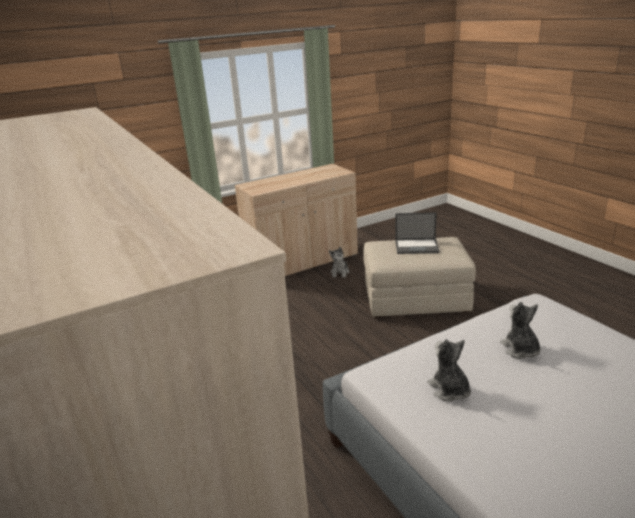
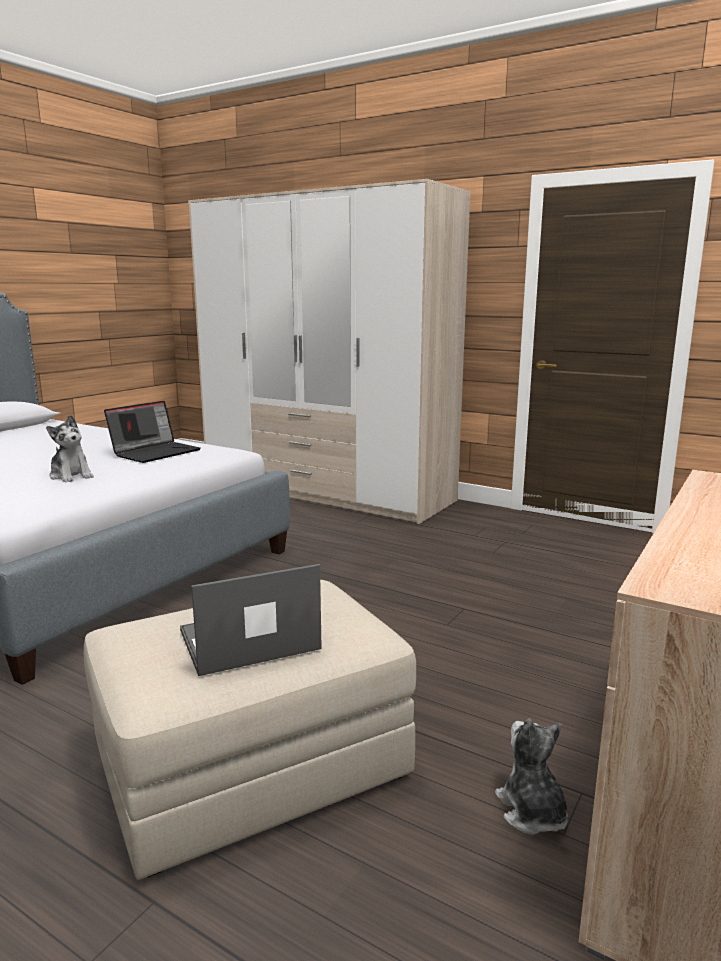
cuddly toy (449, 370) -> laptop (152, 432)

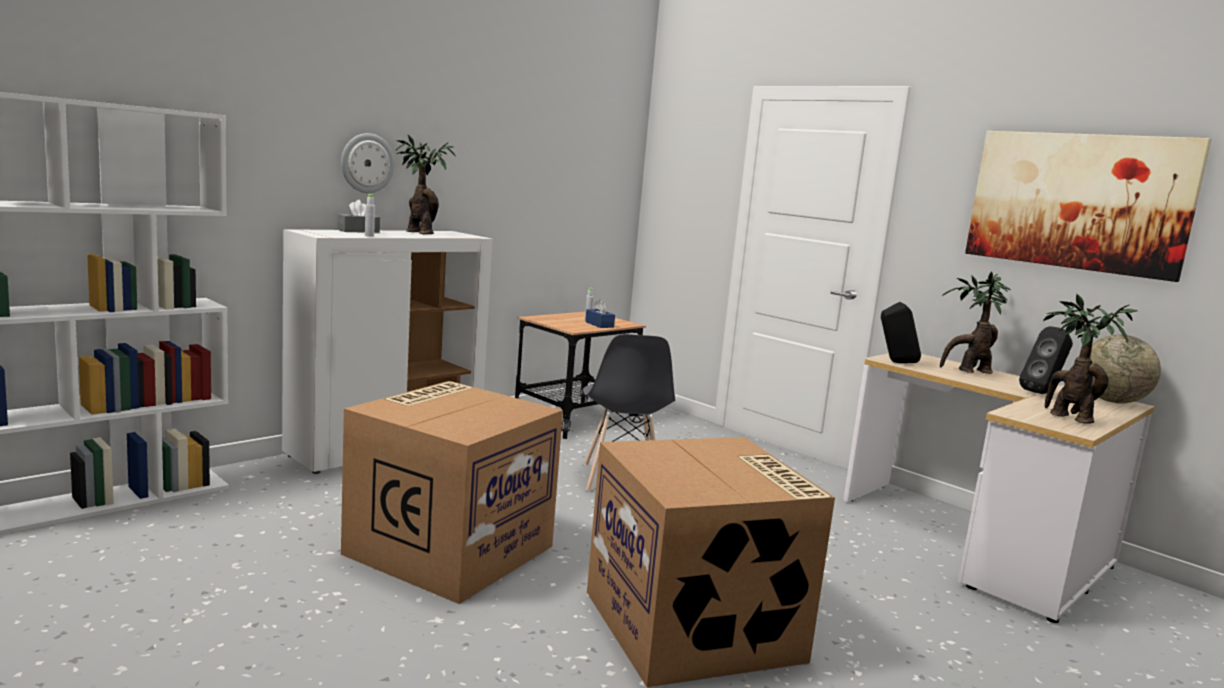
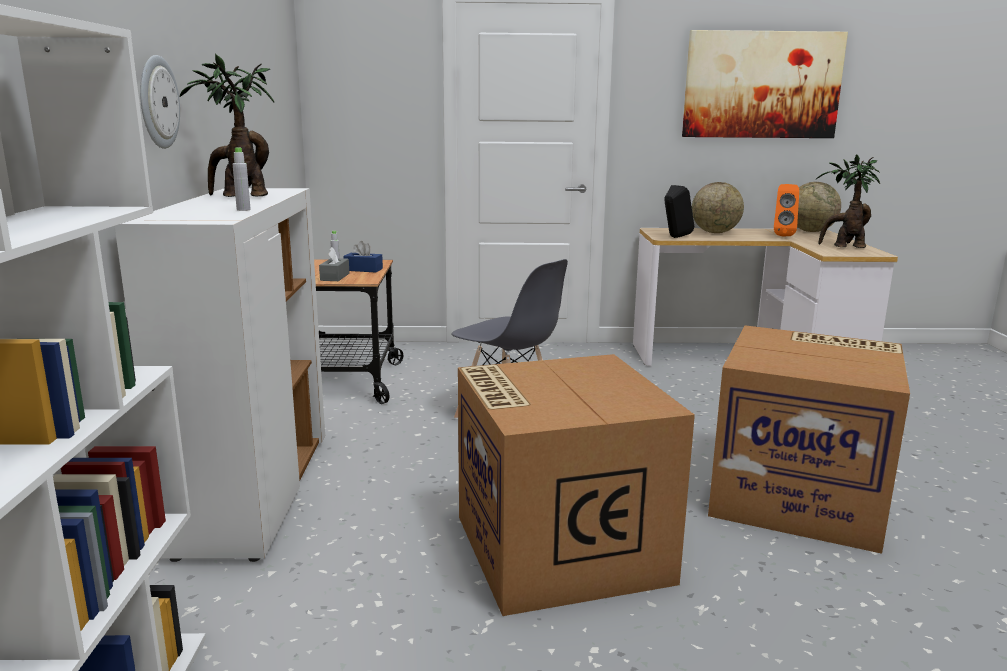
greyish tissue box (358, 216) -> greyish tissue box (334, 264), move
houseplant (975, 322) -> desk globe (718, 207)
blackish loudspeaker (1046, 360) -> orangey loudspeaker (786, 210)

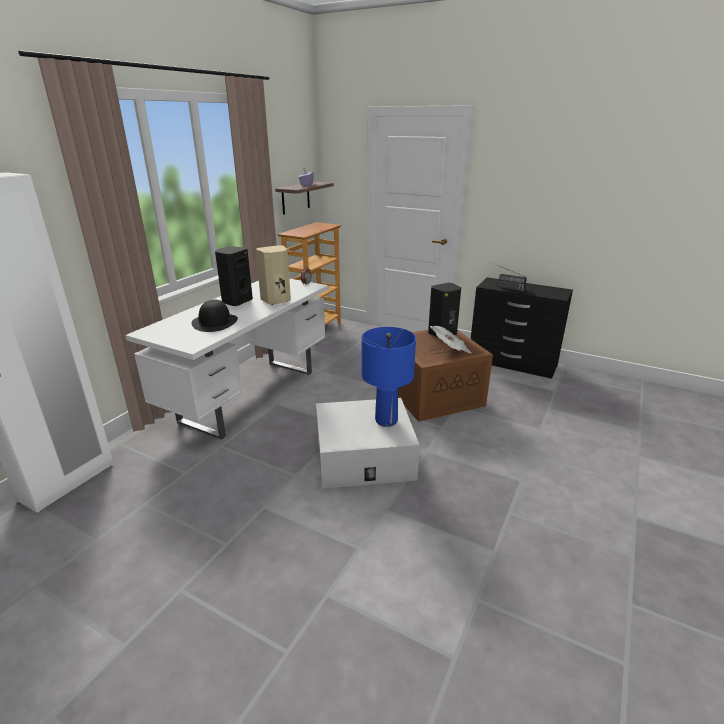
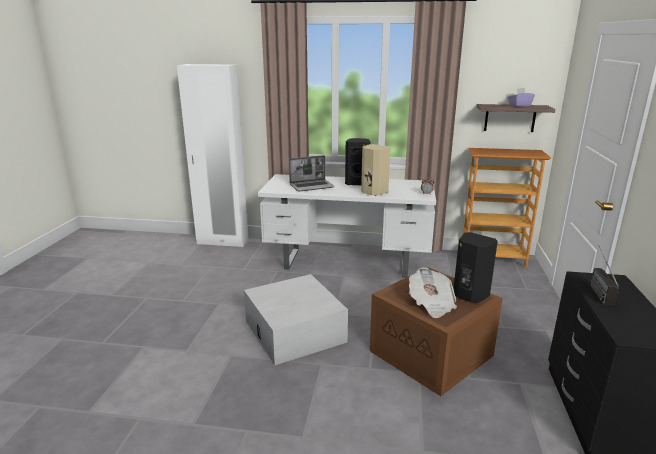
blackish wearable hat (215, 315) -> laptop (312, 173)
blue-coloured table lamp (389, 377) -> none

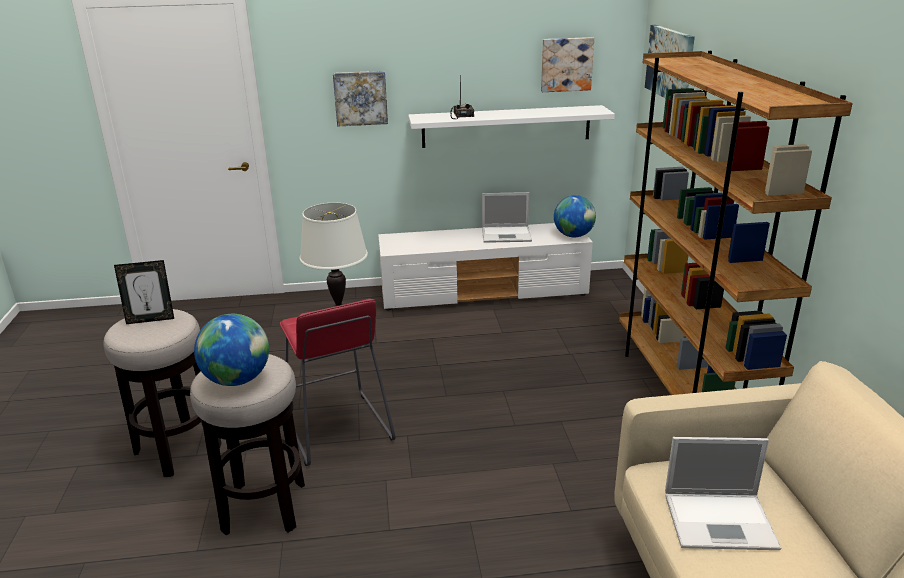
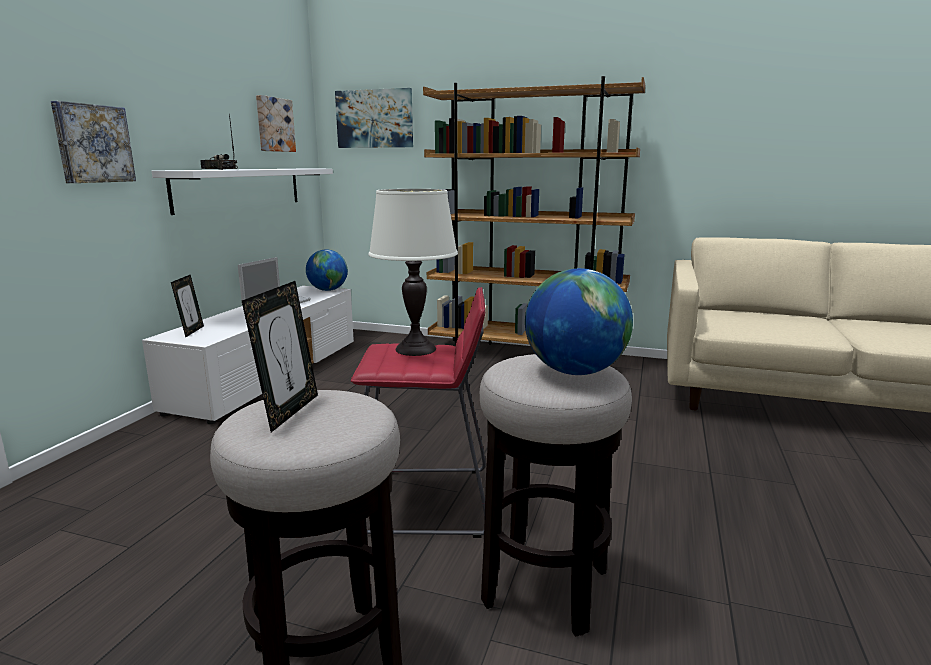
laptop (723, 493) -> none
none -> picture frame (187, 305)

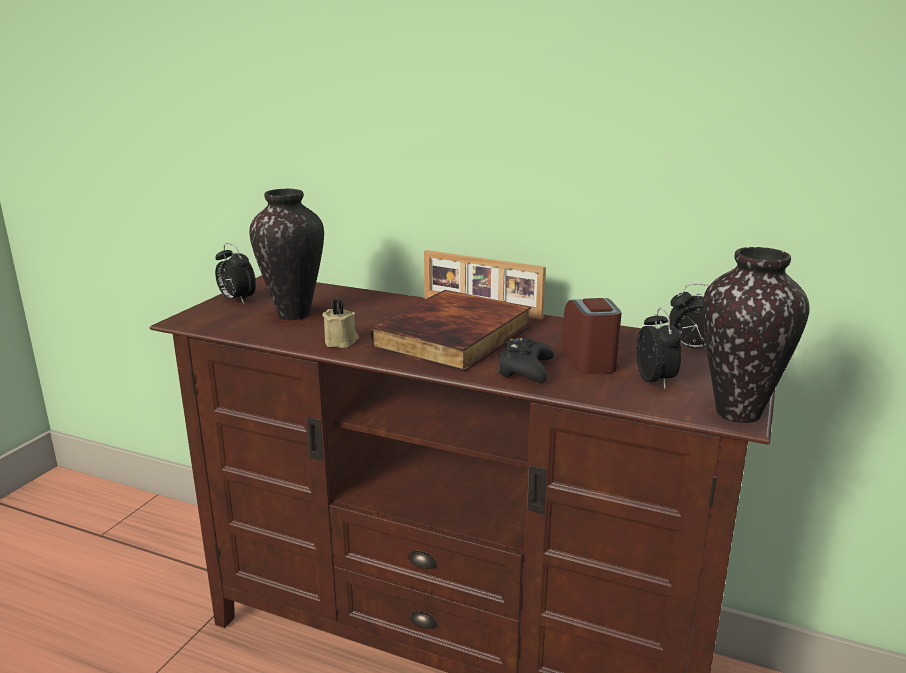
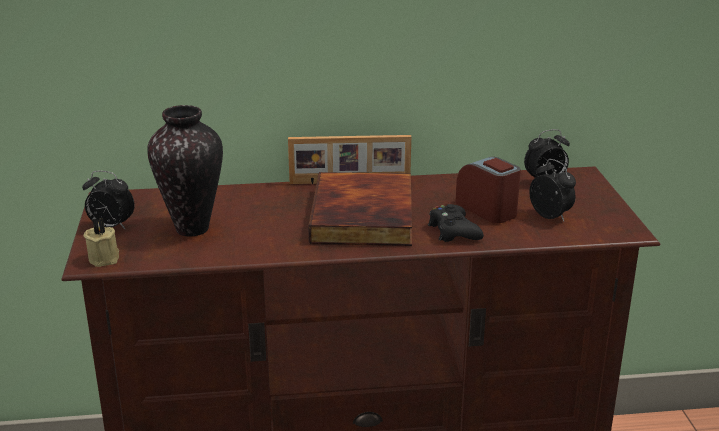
sand-coloured candle (340, 323) -> sand-coloured candle (101, 242), move
decorative vase (755, 335) -> none

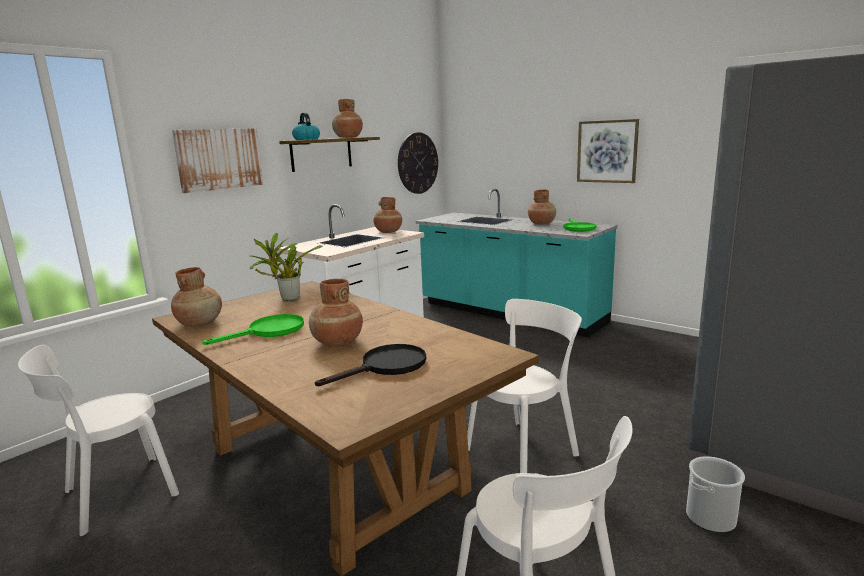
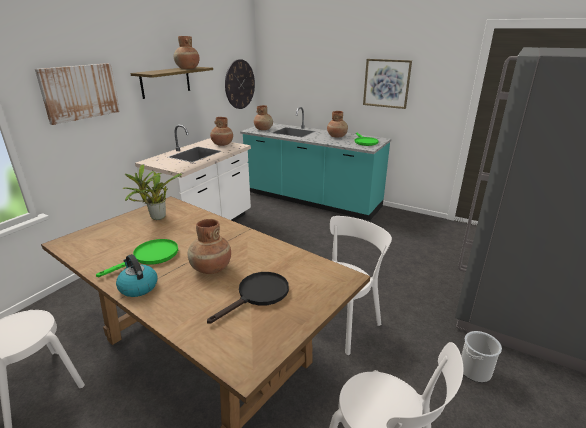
brown-coloured decorative vase (196, 296) -> brown-coloured decorative vase (263, 117), move
water kettle (306, 126) -> water kettle (136, 275), move

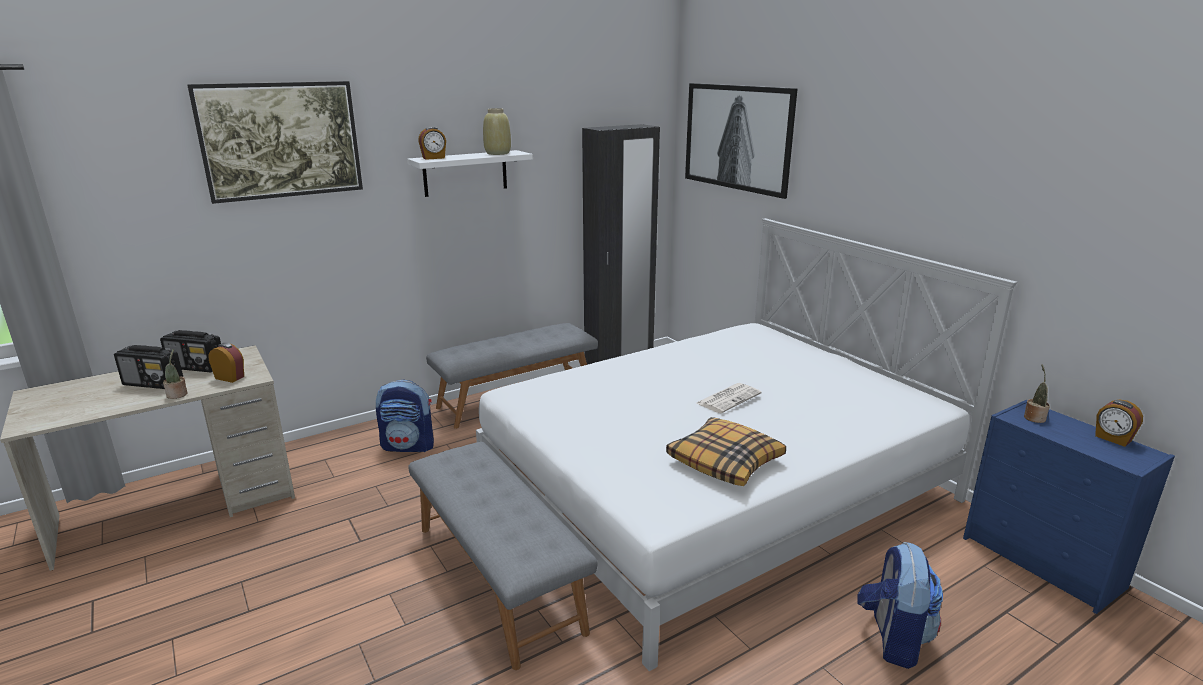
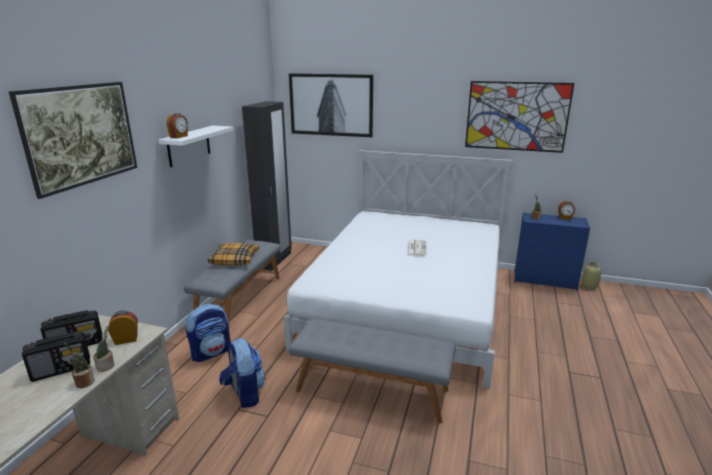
sand-coloured decorative vase (497, 131) -> sand-coloured decorative vase (591, 276), move
cushion (726, 451) -> cushion (233, 254), move
knapsack (900, 605) -> knapsack (242, 373), move
none -> houseplant (79, 365)
none -> wall picture (519, 117)

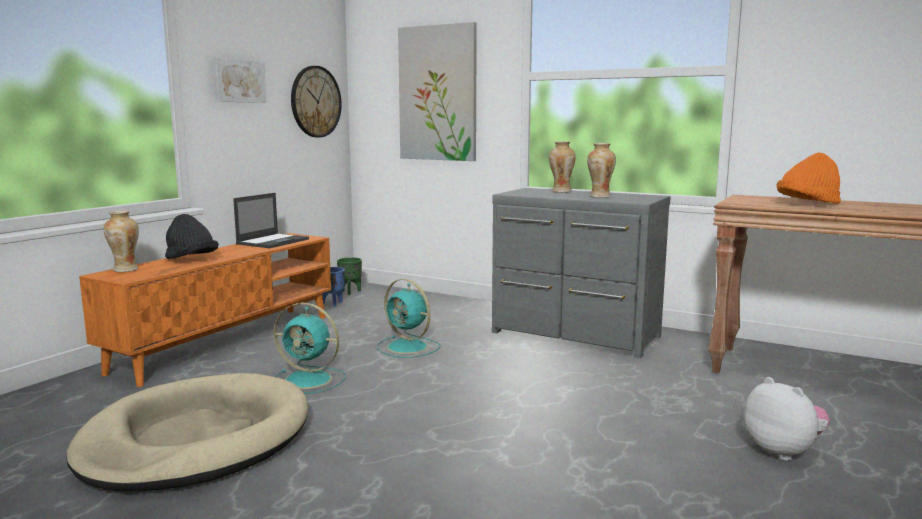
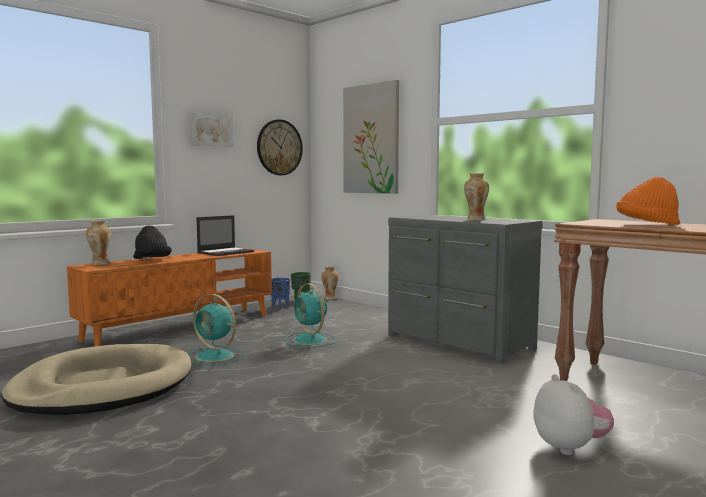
decorative vase (562, 167) -> decorative vase (329, 283), move

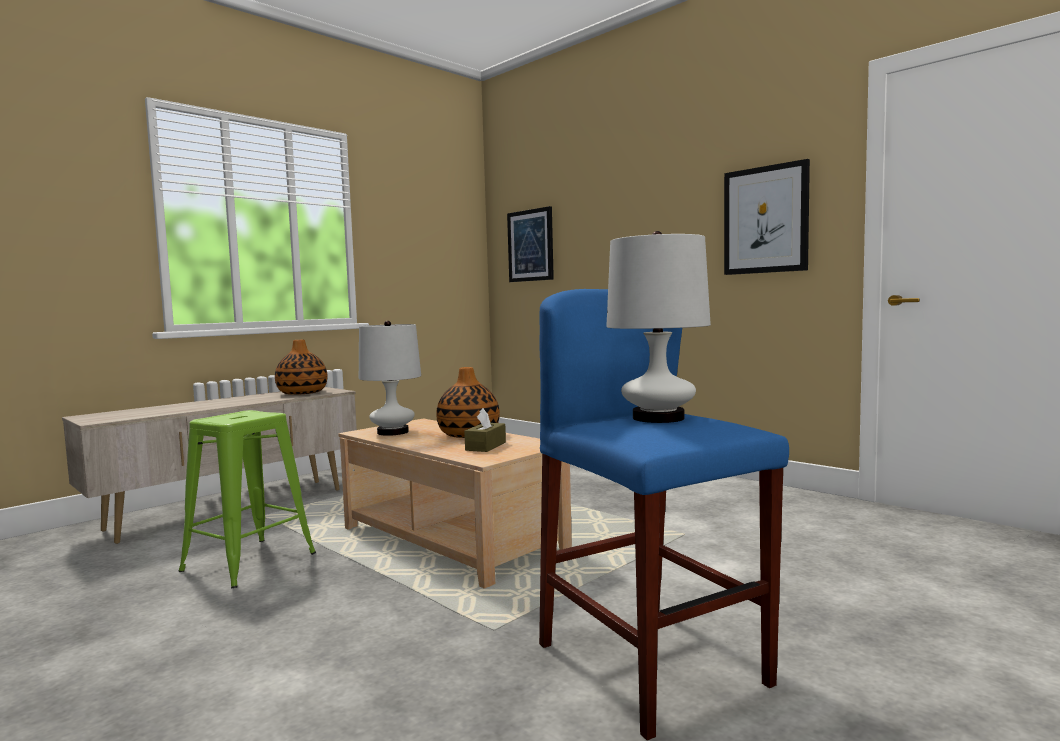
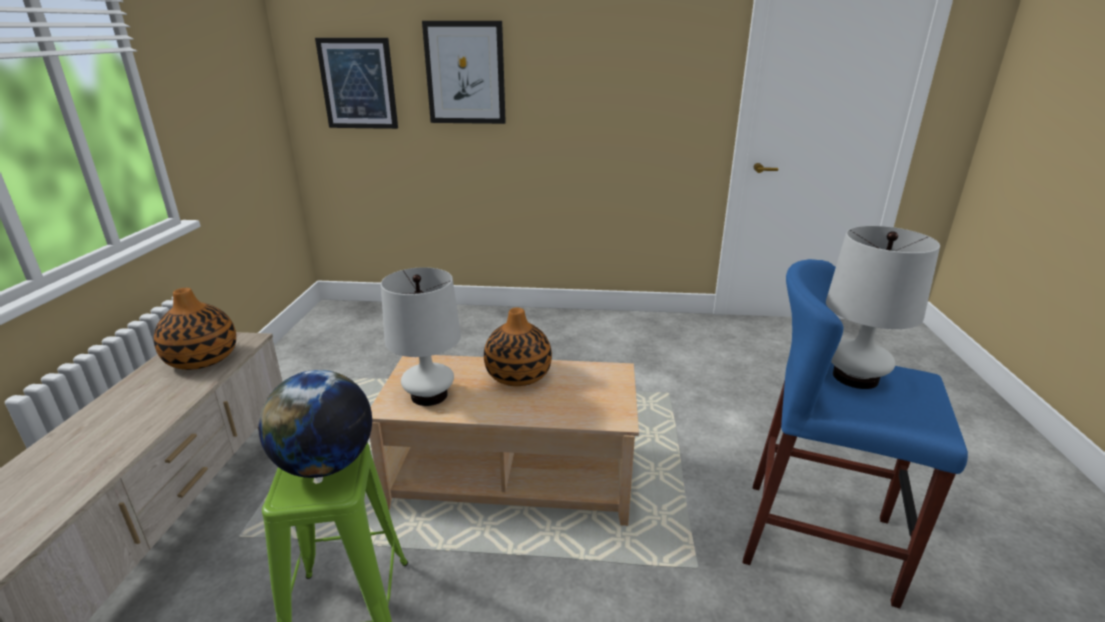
brown-coloured tissue box (485, 430) -> none
wall picture (767, 217) -> wall picture (464, 72), move
none -> desk globe (315, 424)

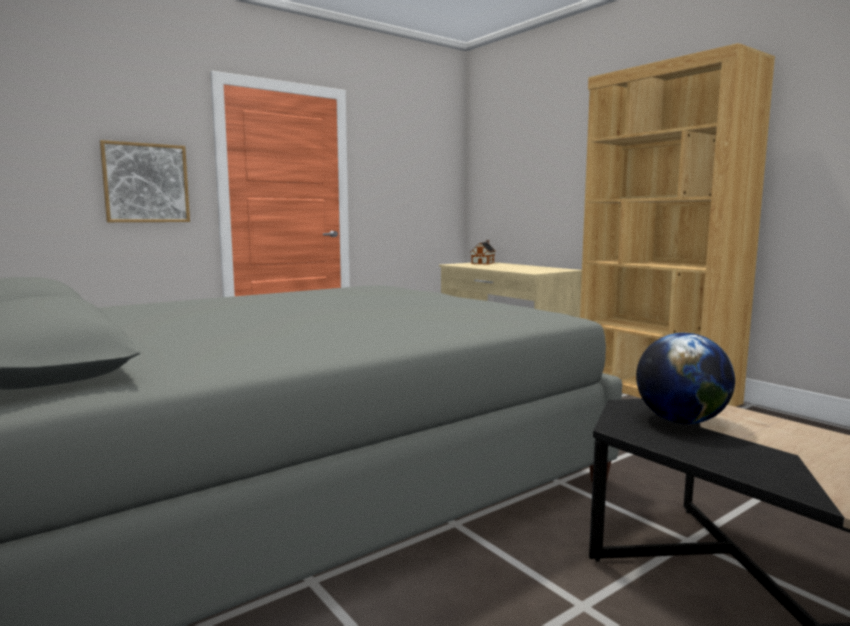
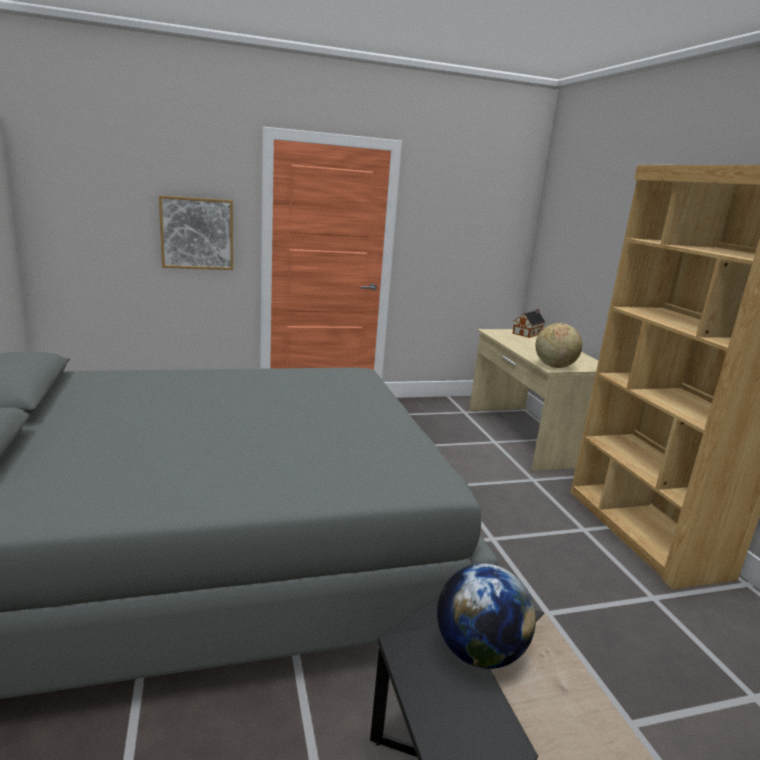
none -> desk globe (559, 345)

